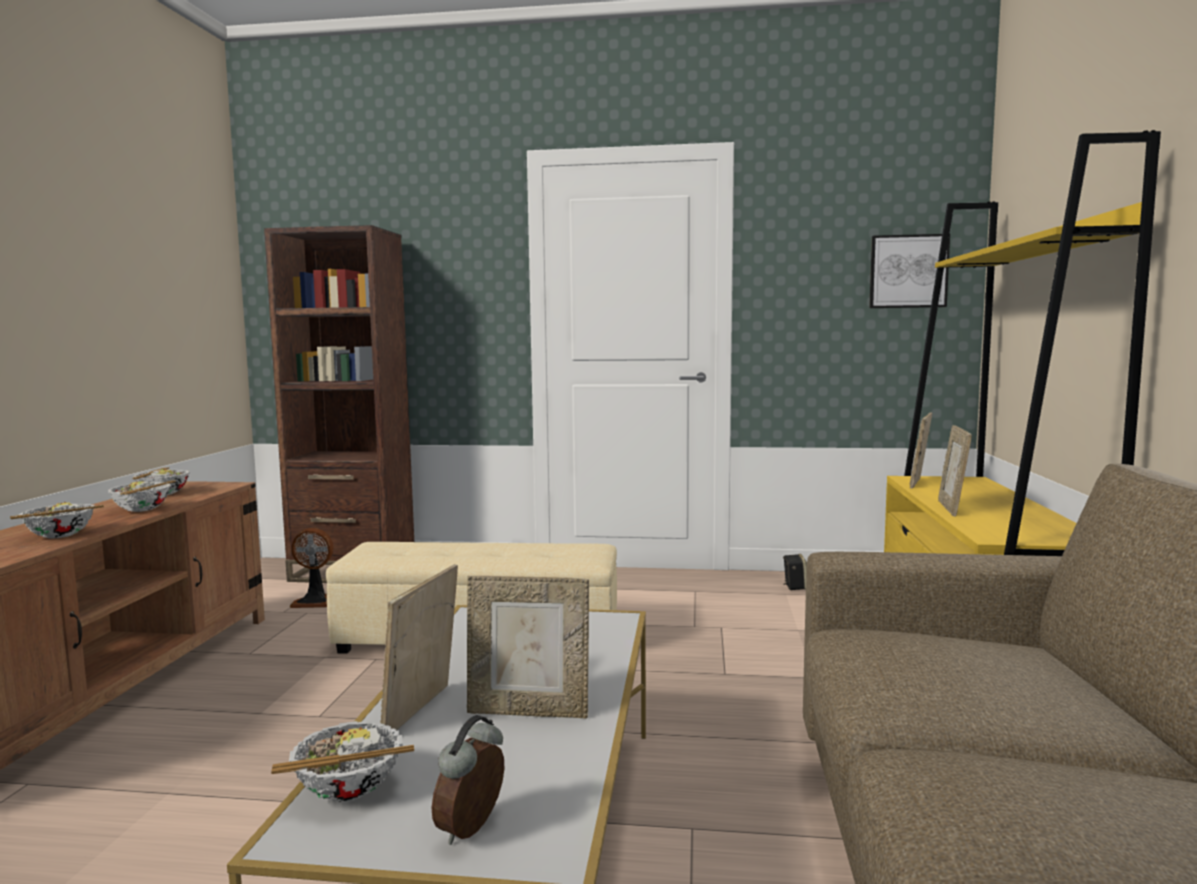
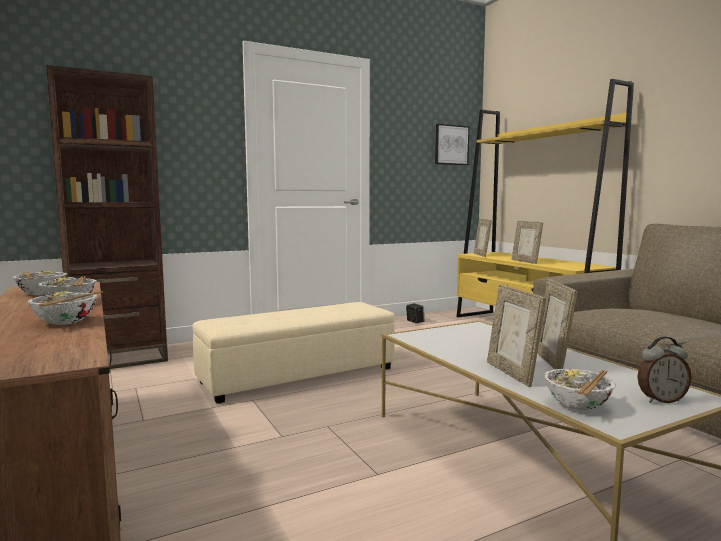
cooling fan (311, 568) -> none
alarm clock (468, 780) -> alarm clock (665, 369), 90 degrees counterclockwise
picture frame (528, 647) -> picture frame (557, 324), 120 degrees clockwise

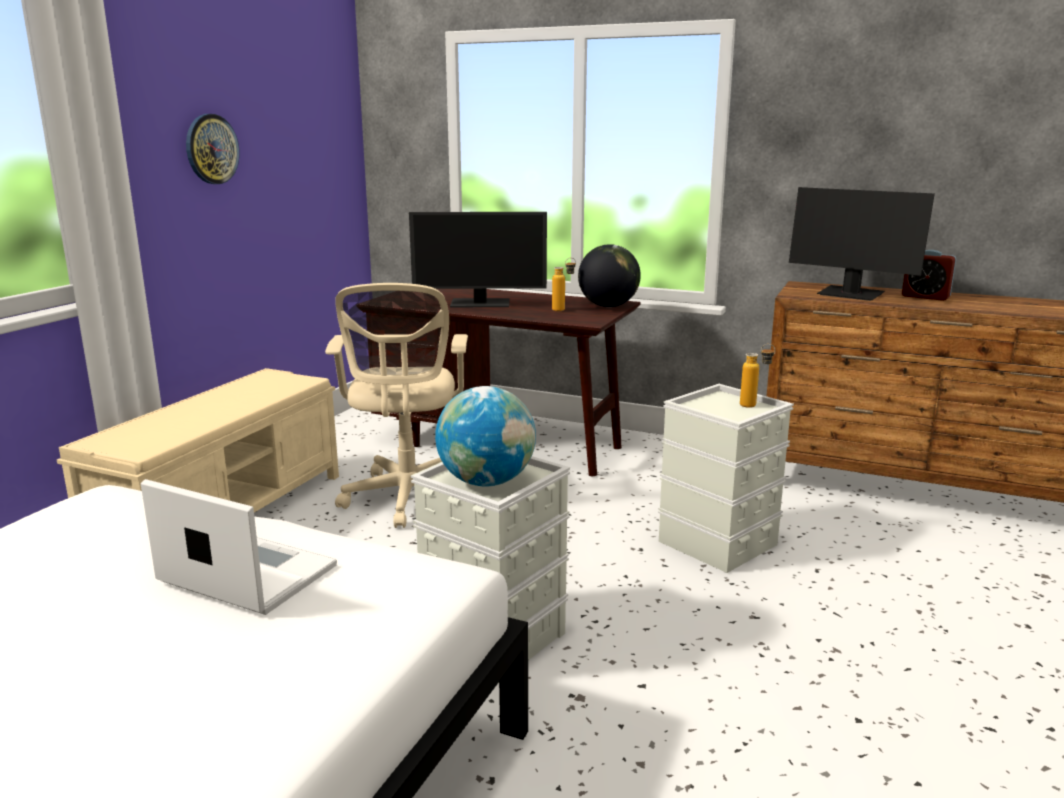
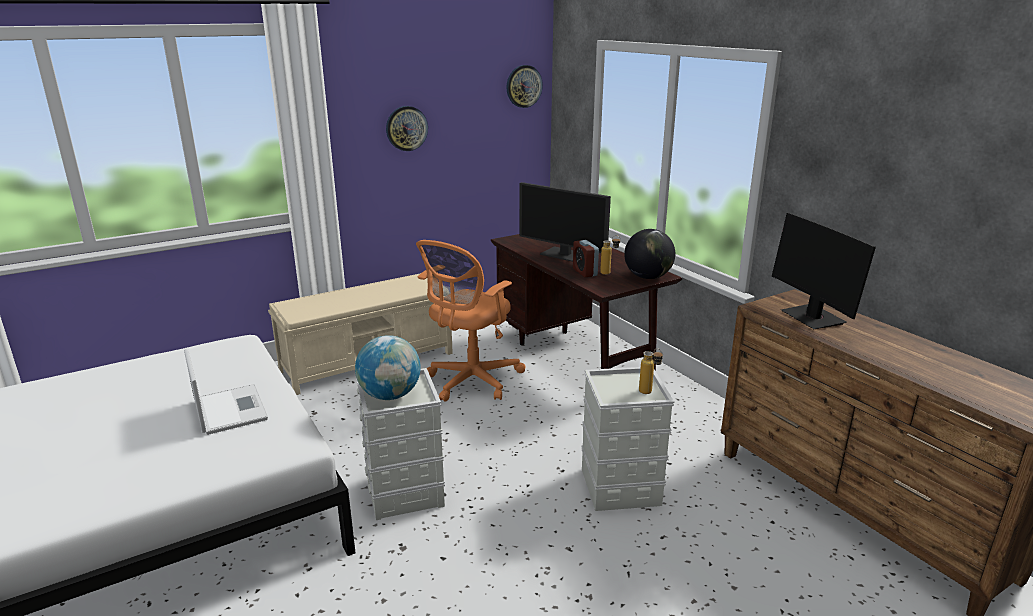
sand-coloured desk chair (396, 405) -> orangey desk chair (471, 321)
alarm clock (929, 275) -> alarm clock (586, 258), move
none -> hanging clock (524, 86)

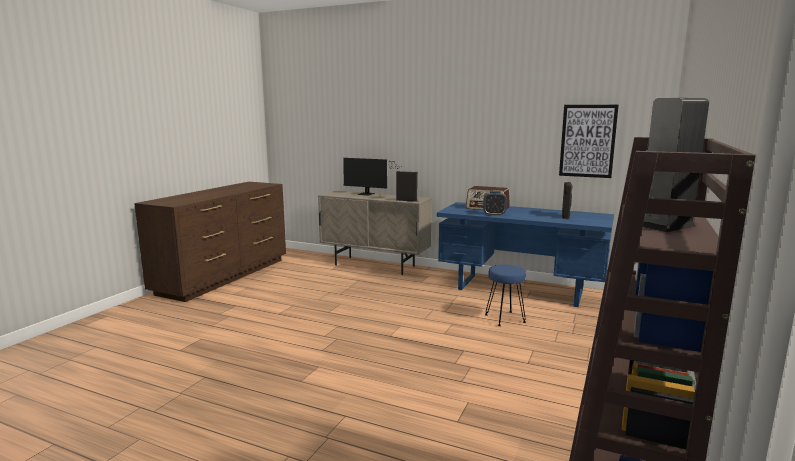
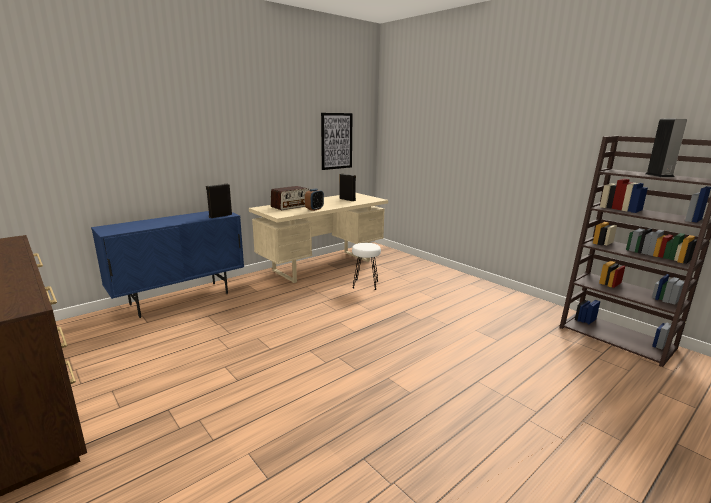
sand-coloured storage cabinet (375, 233) -> blue-coloured storage cabinet (167, 264)
computer screen (370, 177) -> none
blue-coloured desk (525, 254) -> sand-coloured desk (318, 238)
blue-coloured stool seat (505, 295) -> white-coloured stool seat (366, 266)

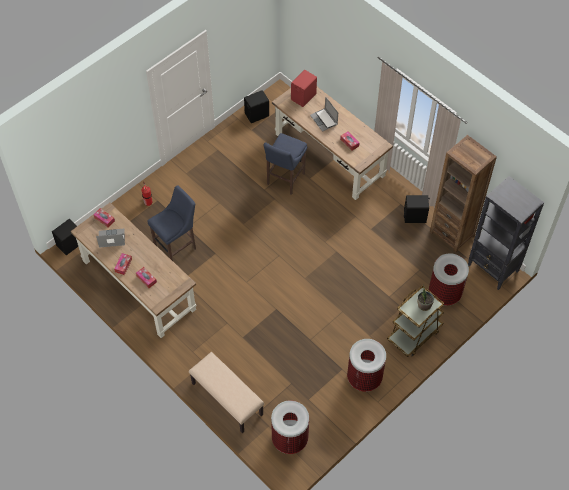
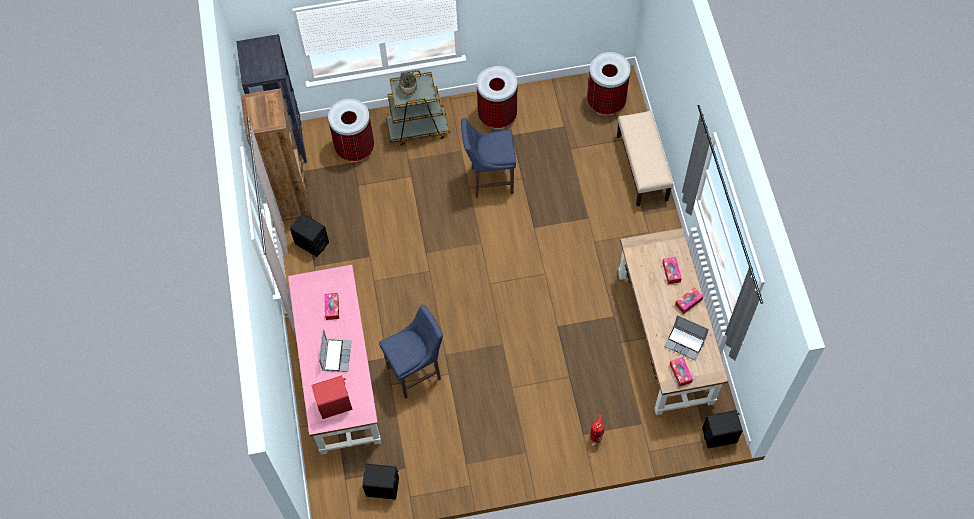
blue-coloured stool seat (171, 223) -> blue-coloured stool seat (488, 158), move
brown-coloured desk (332, 143) -> pink desk (334, 360)

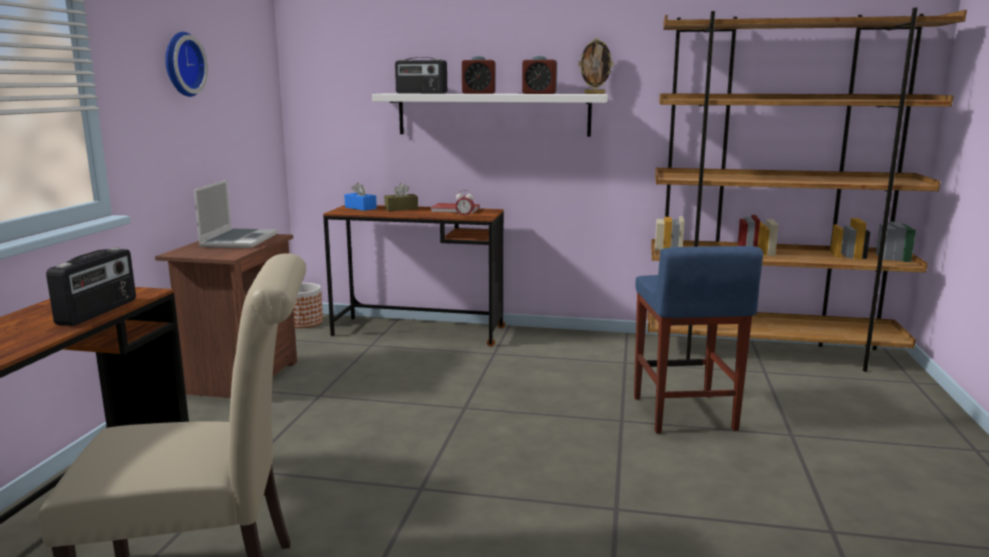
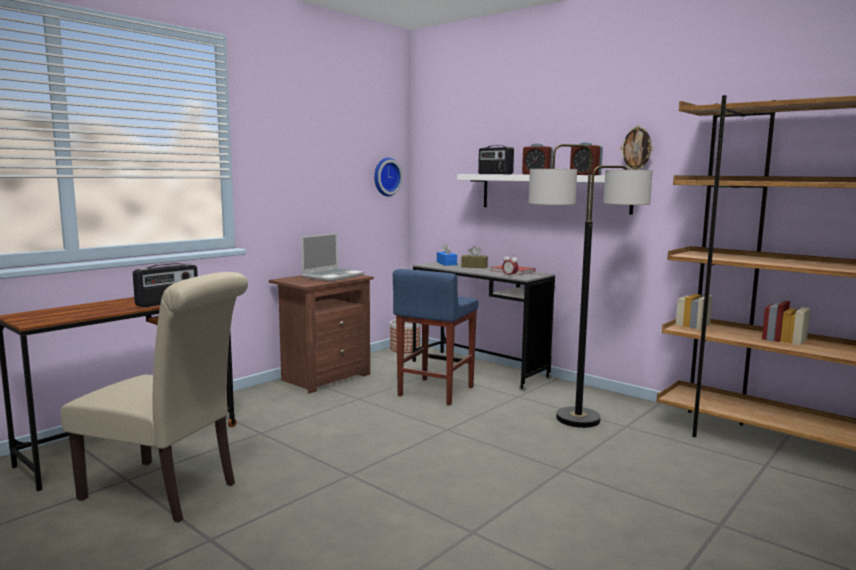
hanging clock (186, 64) -> hanging clock (388, 177), move
brown-coloured desk (414, 276) -> greyish desk (484, 326)
blue-coloured stool seat (698, 339) -> blue-coloured stool seat (435, 337), move
none -> floor lamp (591, 286)

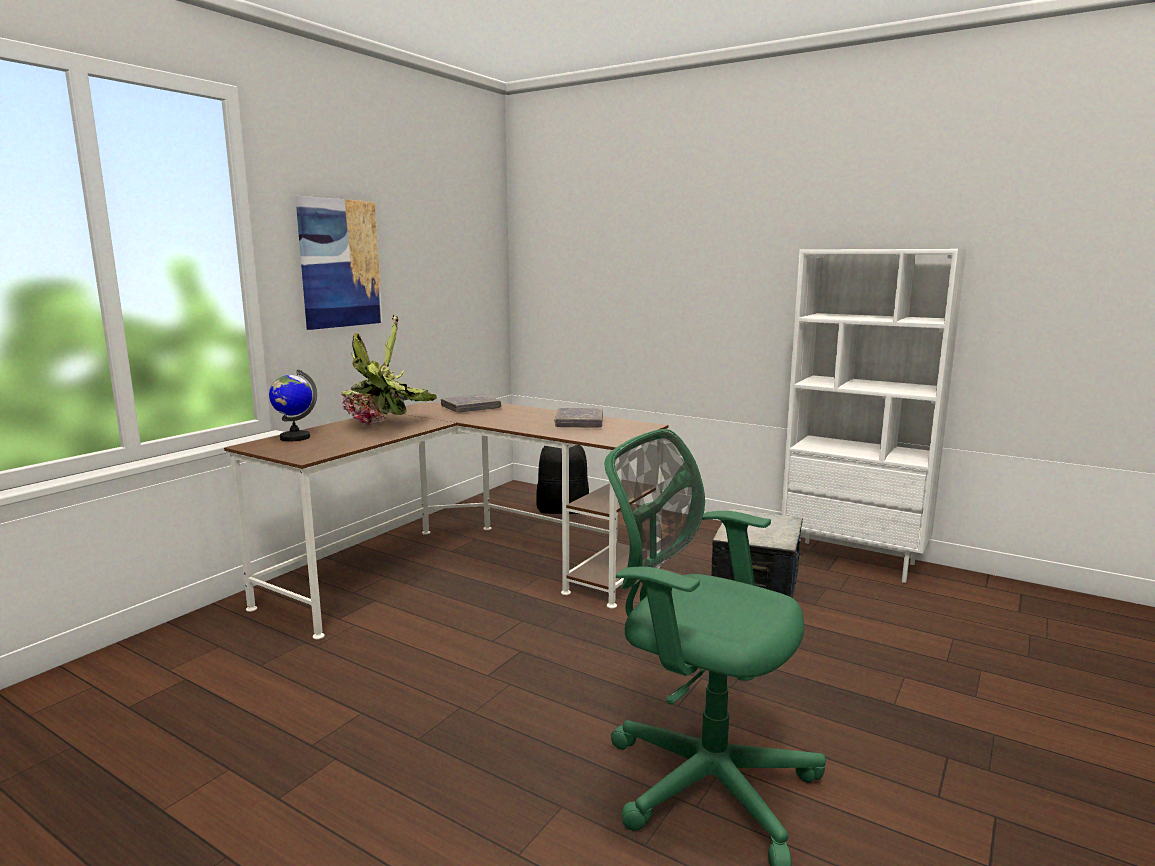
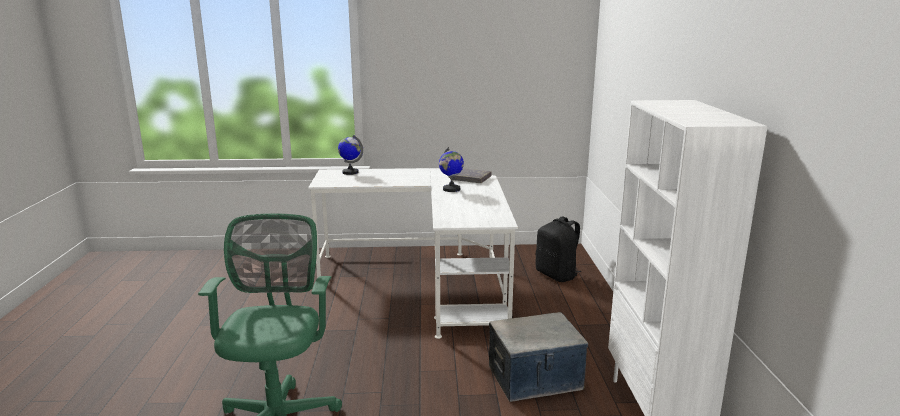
brown-coloured desk (446, 520) -> white-coloured desk (413, 253)
wall picture (338, 263) -> none
houseplant (389, 370) -> none
greyish volume (579, 418) -> none
none -> desk globe (451, 169)

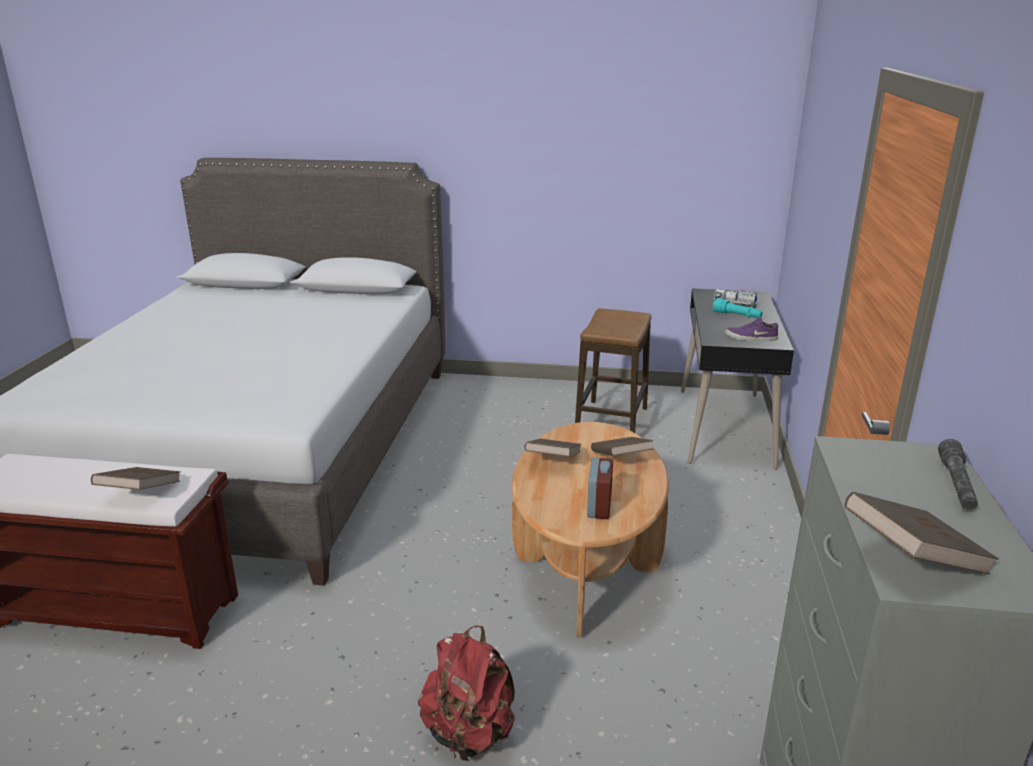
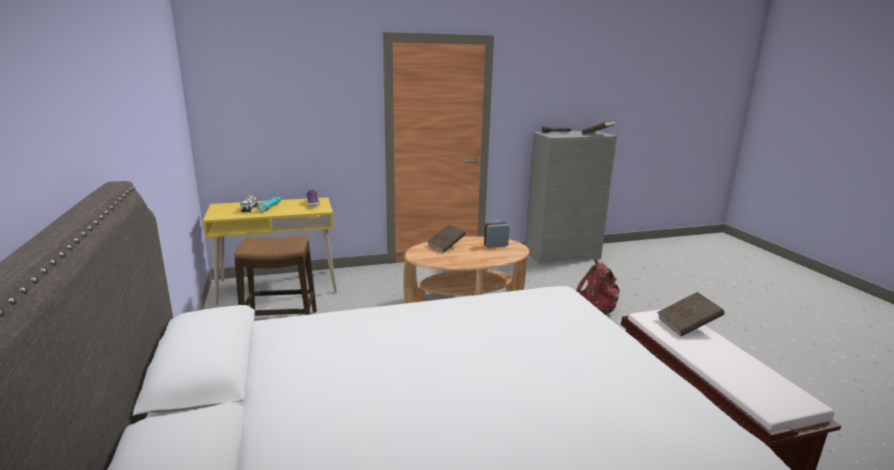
brown-coloured volume (553, 447) -> none
blackish desk (737, 379) -> yellow desk (270, 251)

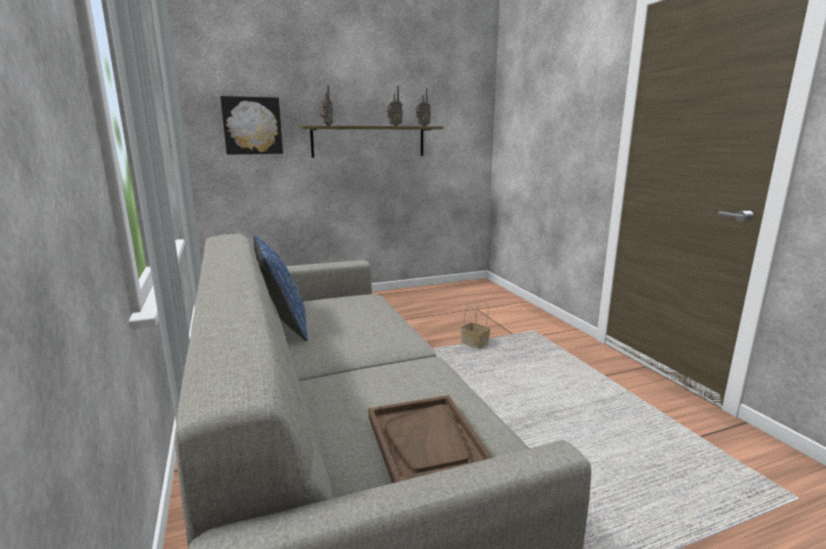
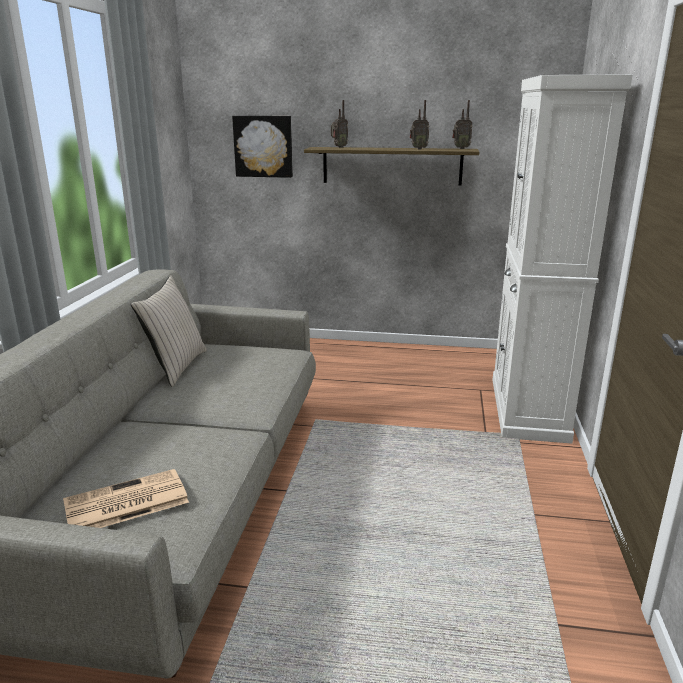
blue-coloured cushion (280, 288) -> sand-coloured cushion (169, 331)
brown-coloured carrying tray (430, 439) -> newspaper (126, 498)
household basket (475, 324) -> none
none -> white-coloured storage cabinet (562, 259)

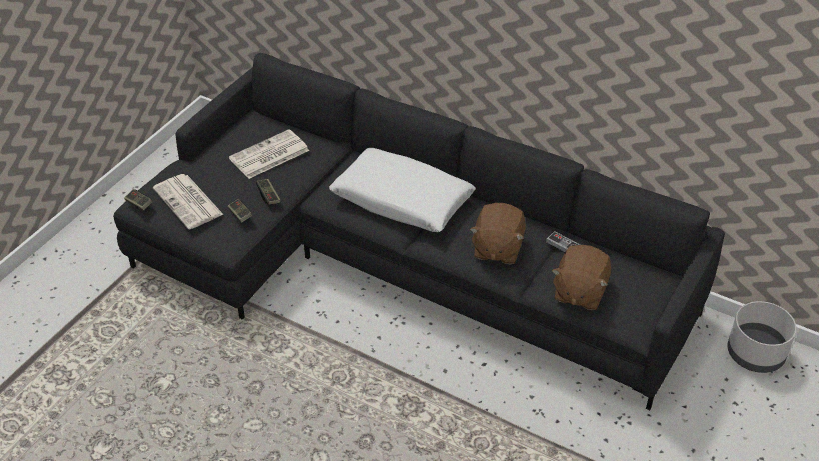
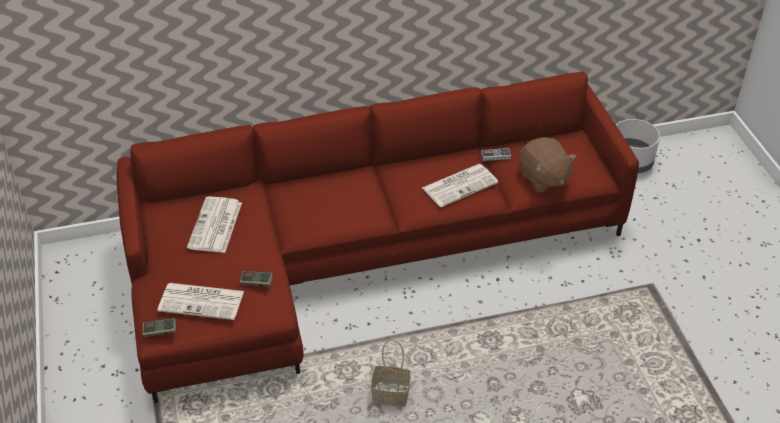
blackish sofa (419, 231) -> red sofa (378, 237)
gamepad (268, 192) -> none
white-coloured cushion (402, 190) -> none
brown-coloured cuddly toy (498, 233) -> newspaper (460, 185)
none -> household basket (391, 373)

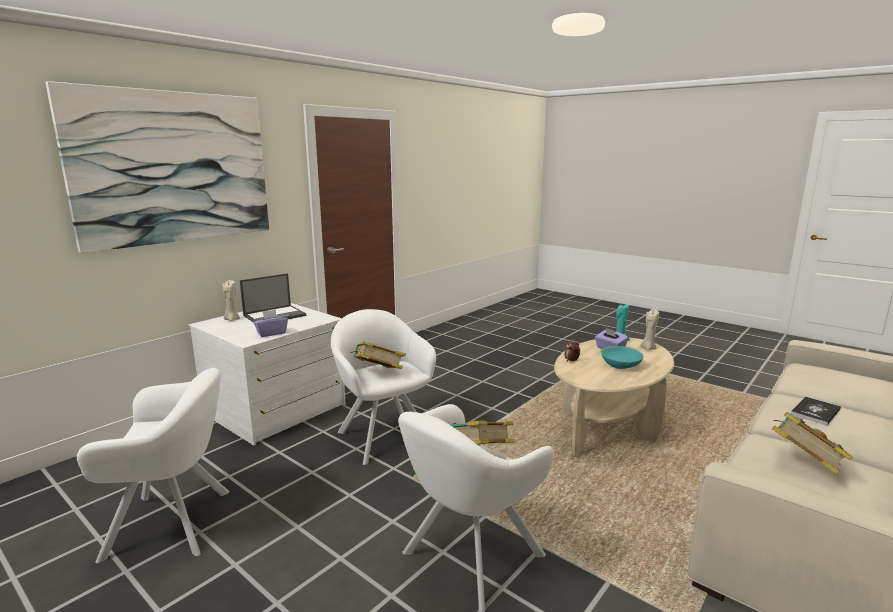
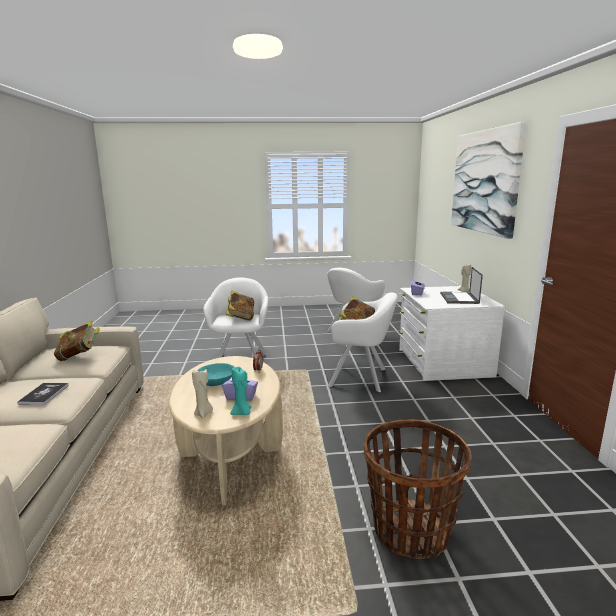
none -> household basket (417, 489)

